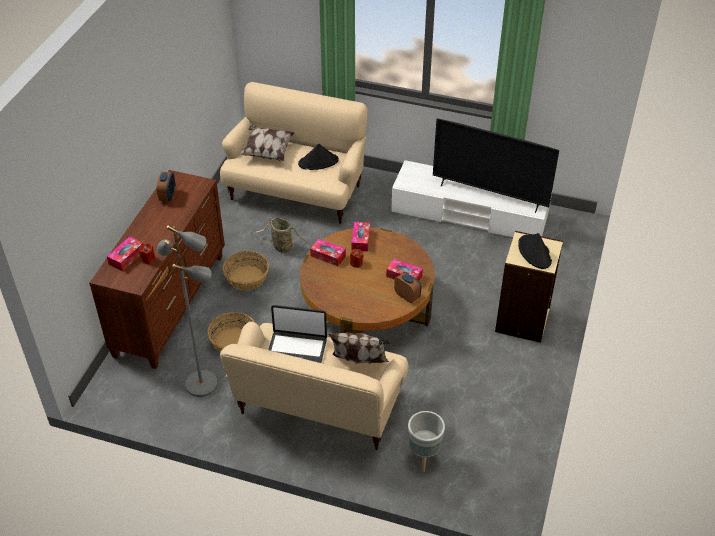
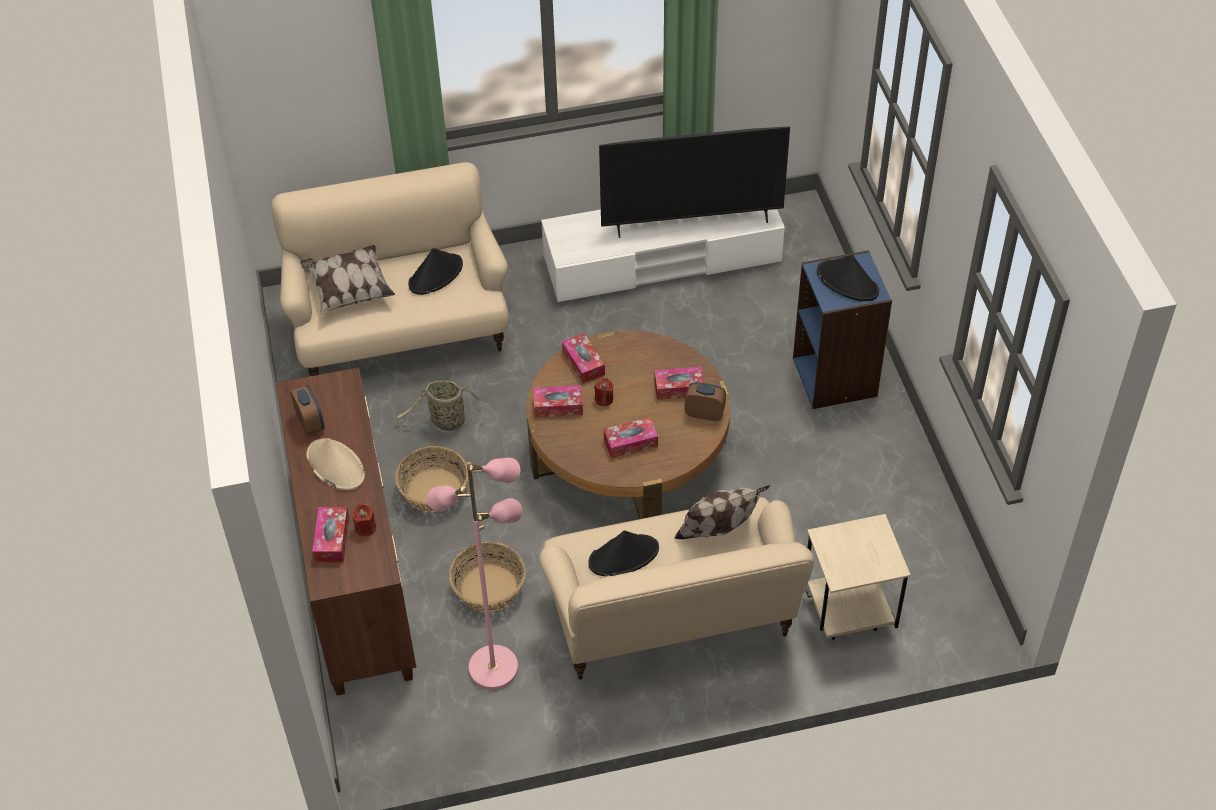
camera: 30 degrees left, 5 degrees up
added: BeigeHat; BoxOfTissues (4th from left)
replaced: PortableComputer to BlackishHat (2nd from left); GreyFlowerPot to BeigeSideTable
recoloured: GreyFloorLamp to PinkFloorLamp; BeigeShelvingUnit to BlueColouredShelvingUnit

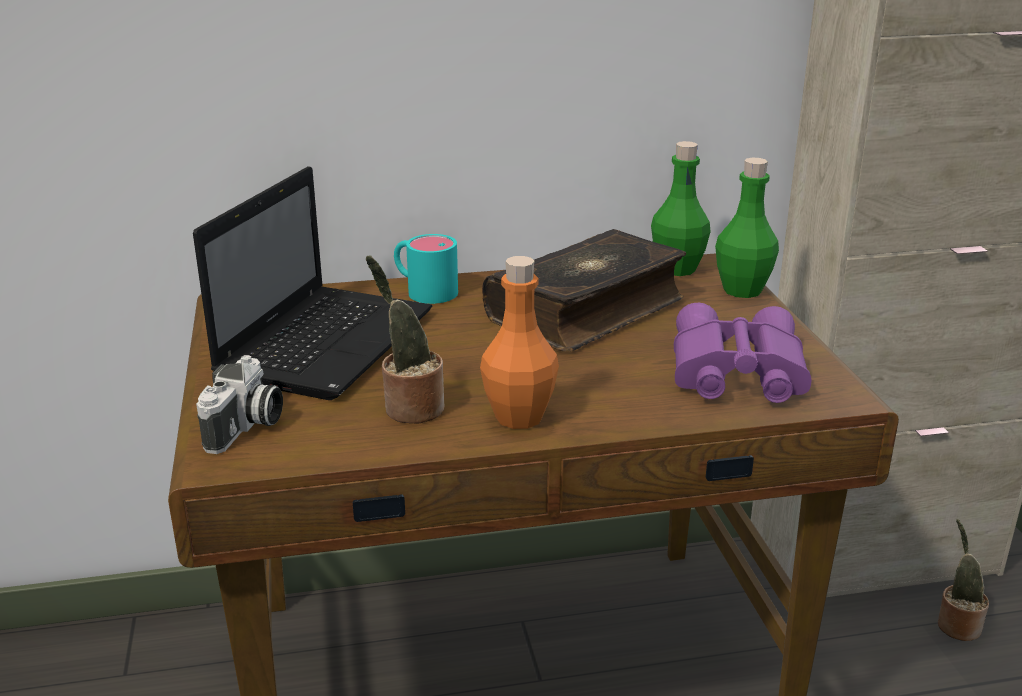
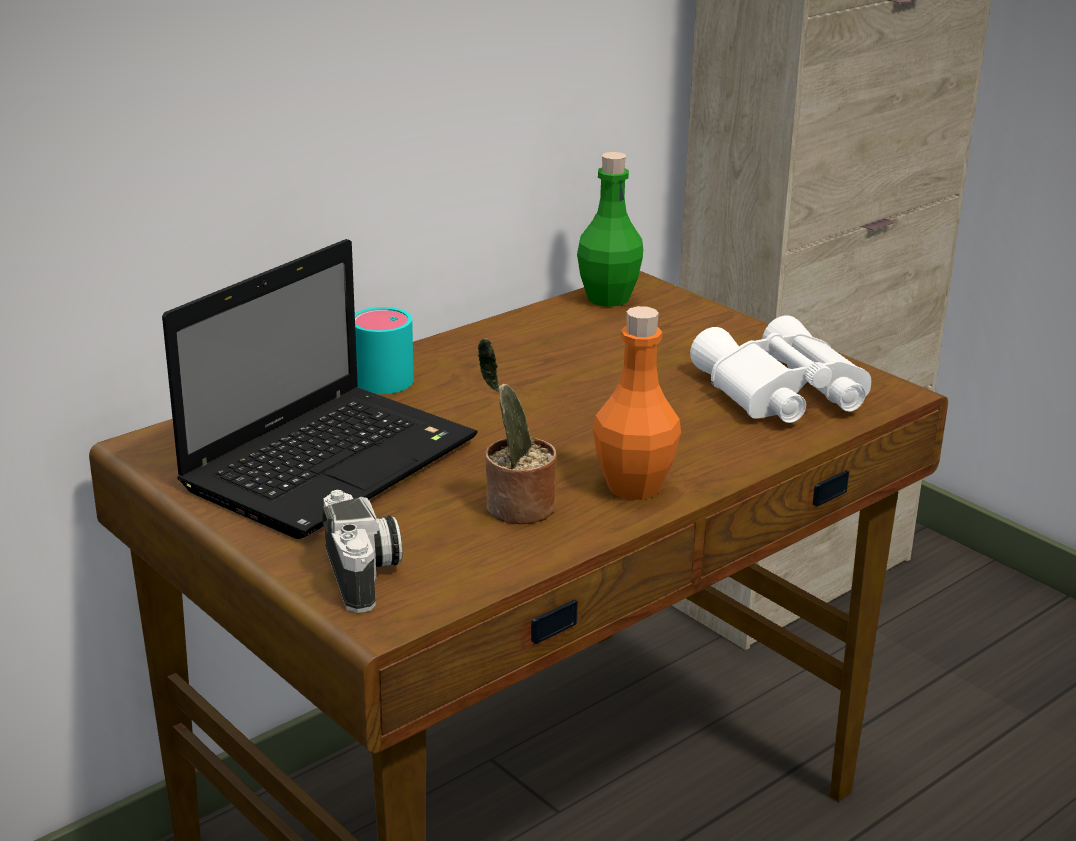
camera: 30 degrees left, 0 degrees up
removed: BoundBook; GreenishDrinkBottle (2nd from left); PlantInAPot (2nd from left)
recoloured: PurplishFieldGlasses to WhiteFieldGlasses
turned: PortableComputer 45 degrees clockwise

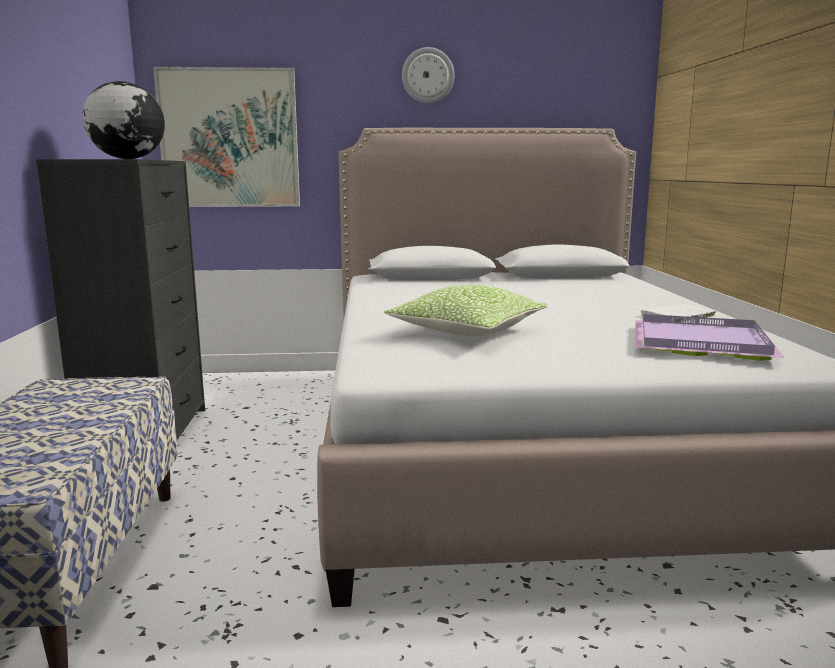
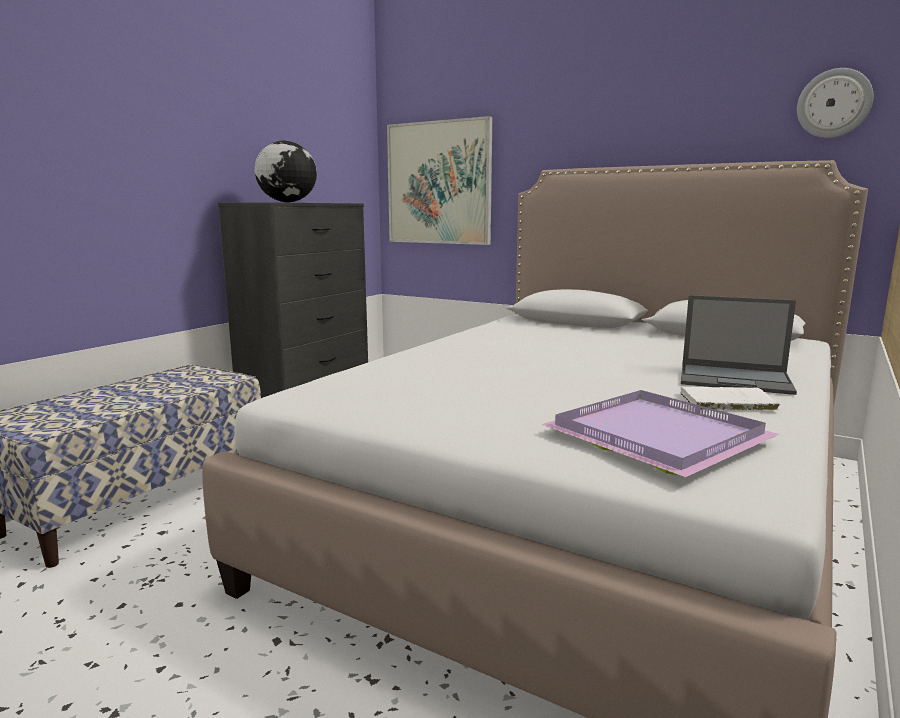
camera: 35 degrees right, 0 degrees up
removed: Cushion
added: PortableComputer
moved: WallClock

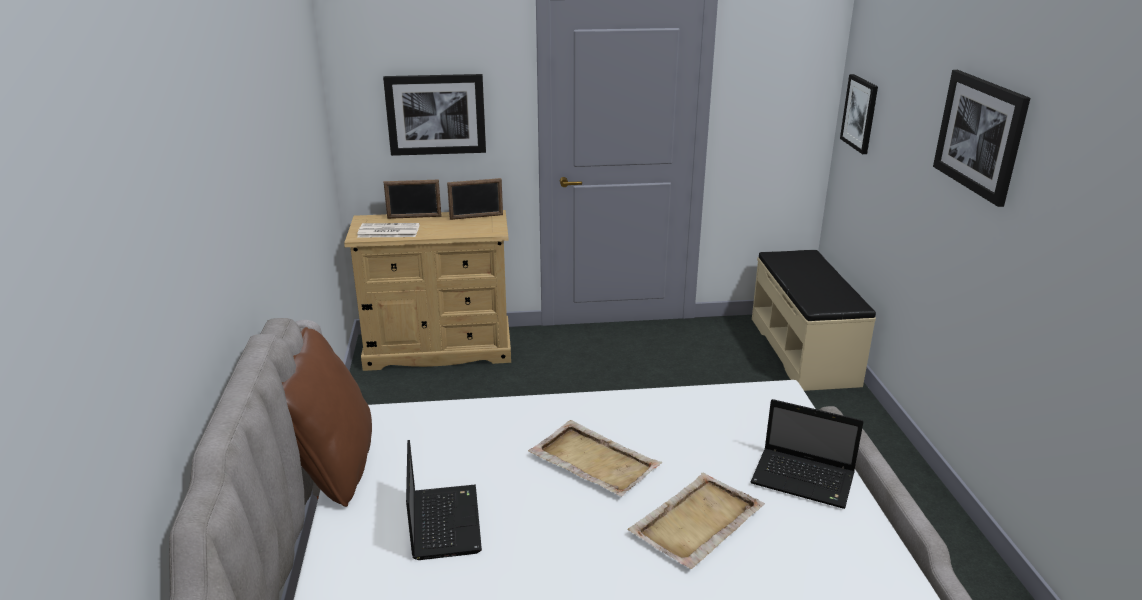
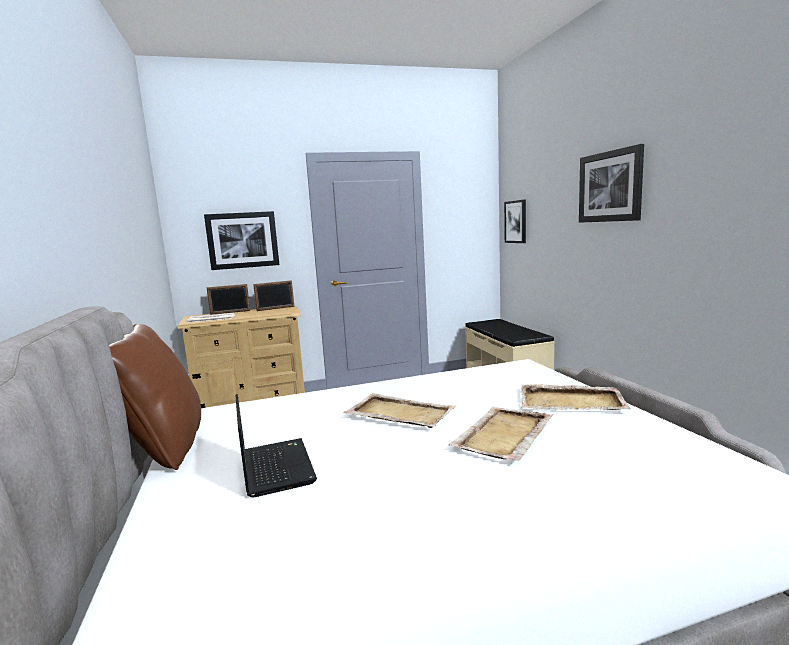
camera: 10 degrees left, 15 degrees down
replaced: PortableComputer (2nd from left) to BeigeServingTray (3rd from left)

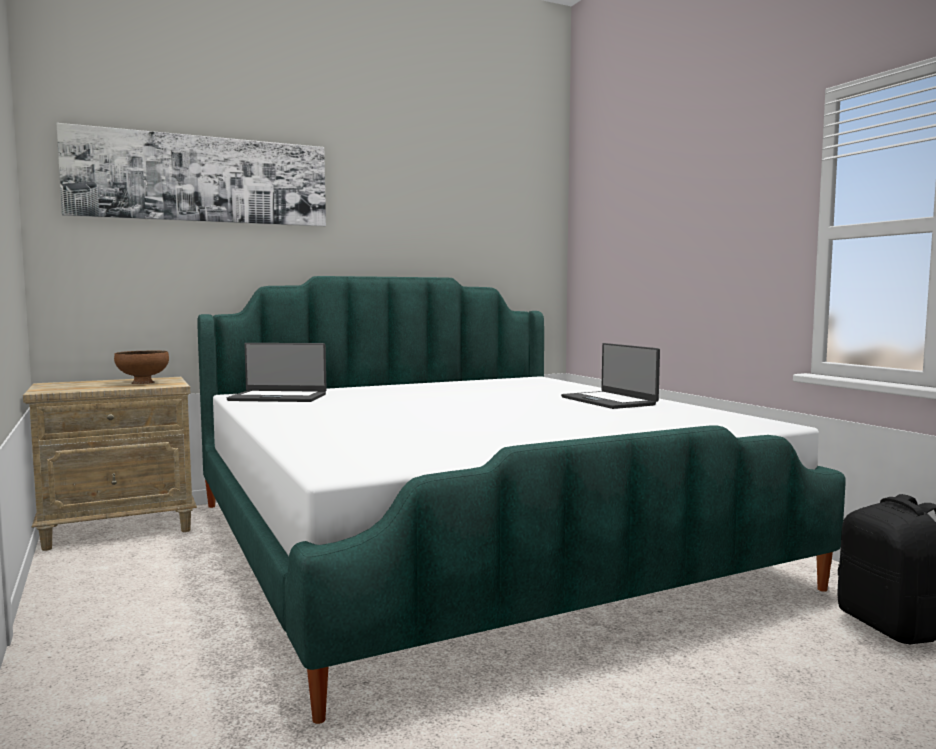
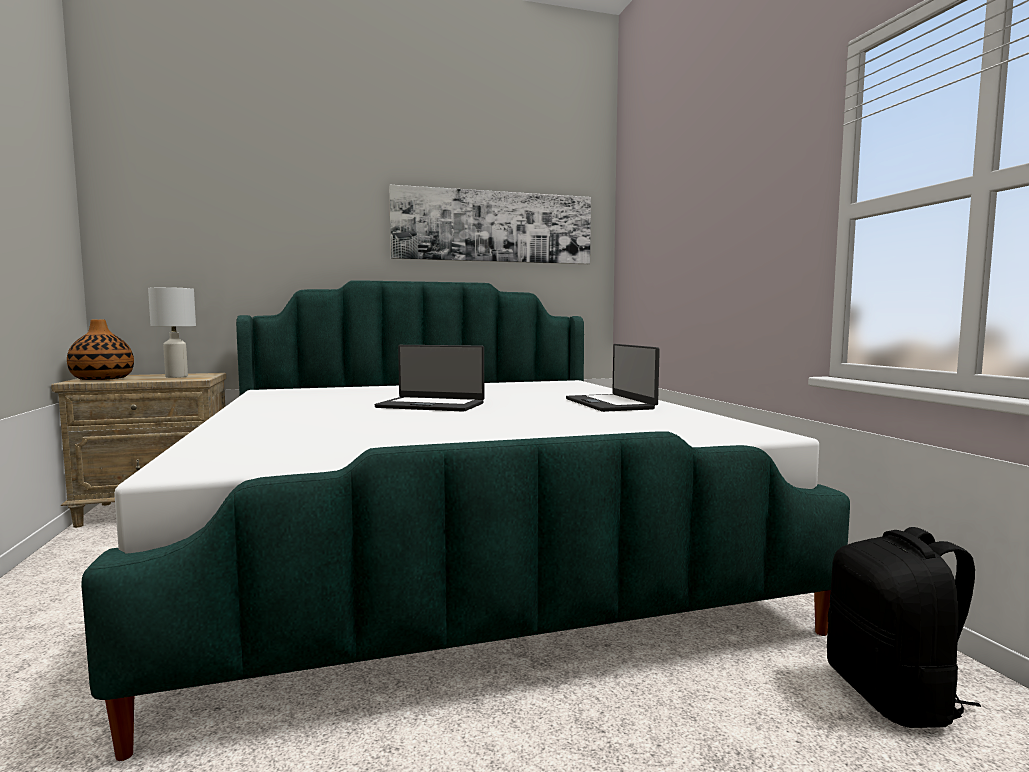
camera: 10 degrees right, 0 degrees up
added: Vase
moved: PortableComputer (1st from left); WallArt
replaced: BrownColouredServingBowl to WhiteTableLamp

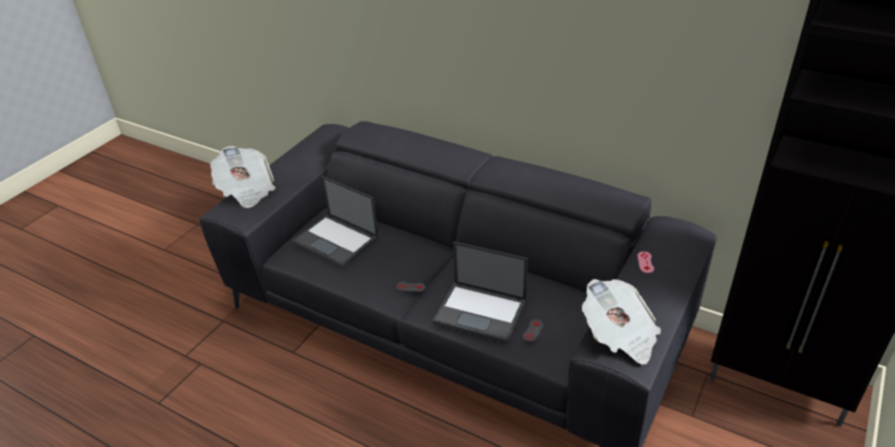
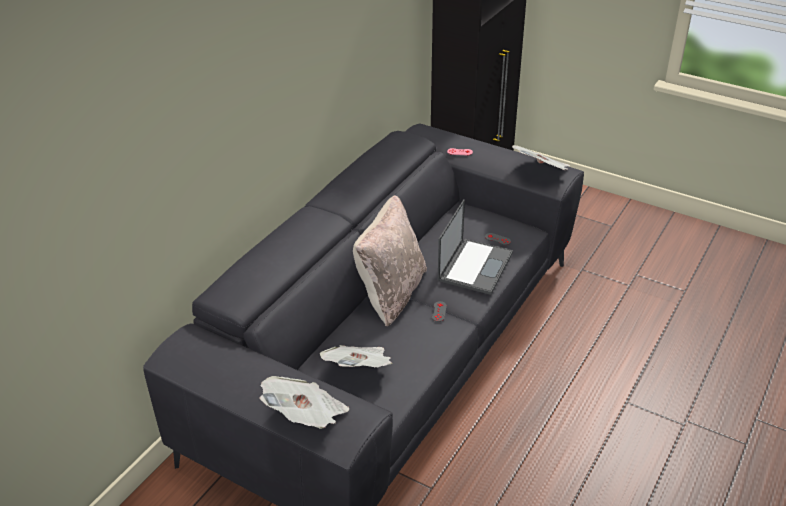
camera: 90 degrees left, 0 degrees up
added: BeigeCushion
replaced: PortableComputer (1st from left) to PrintedPaper (2nd from left)

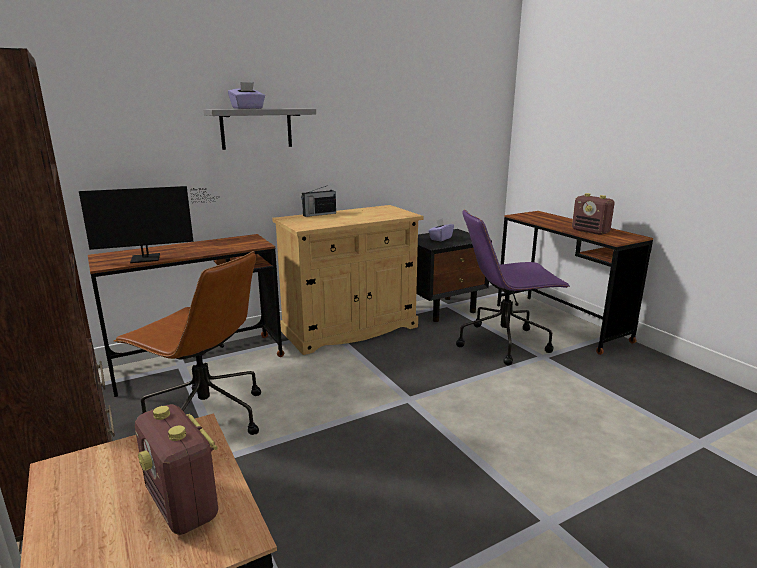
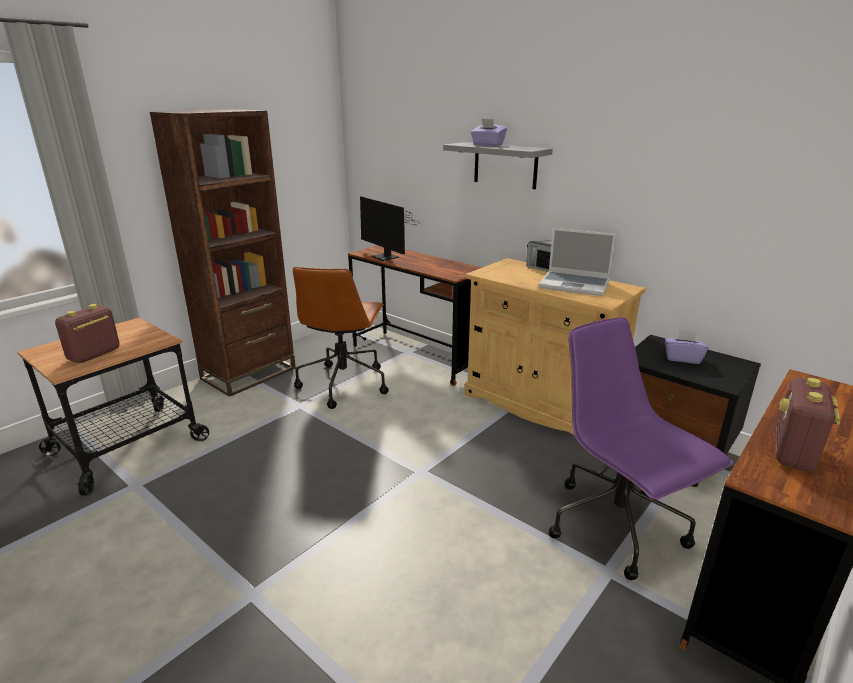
camera: 70 degrees right, 5 degrees up
added: PortableComputer

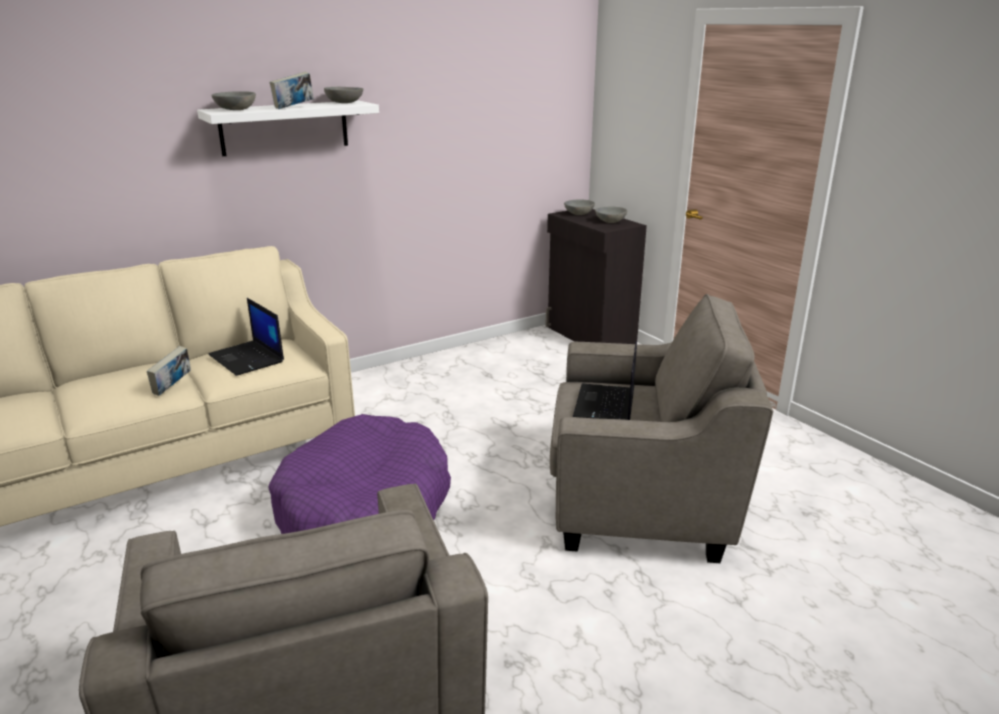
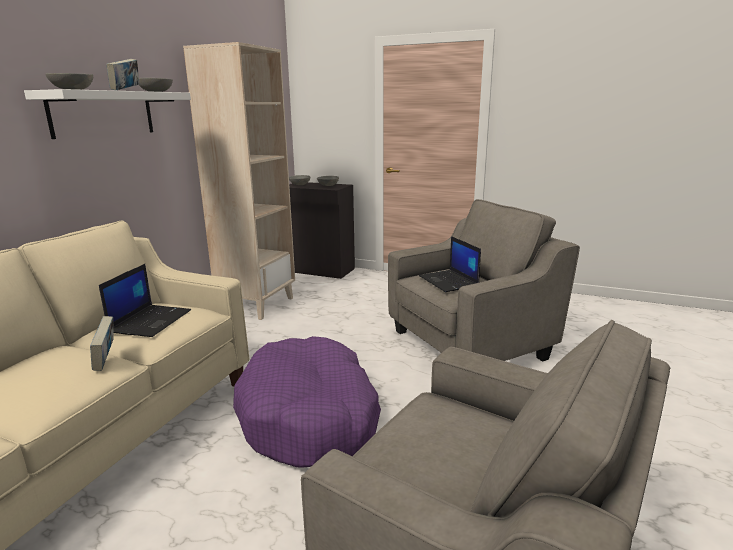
camera: 35 degrees left, 5 degrees down
added: BeigeShelvingUnit
turned: PortableComputer (1st from left) 90 degrees counterclockwise

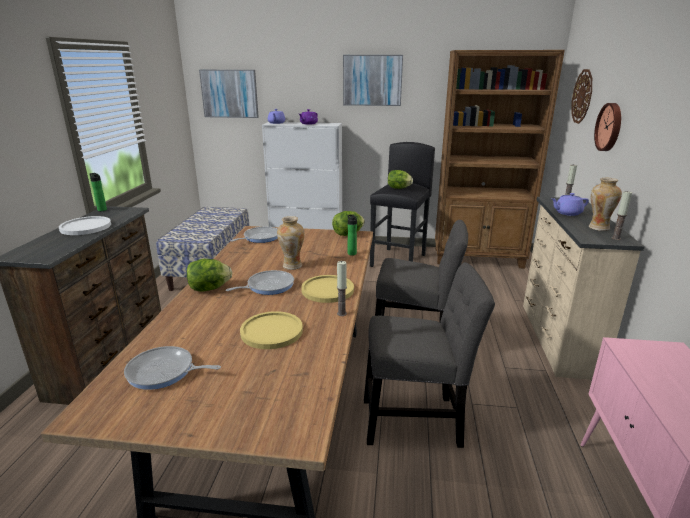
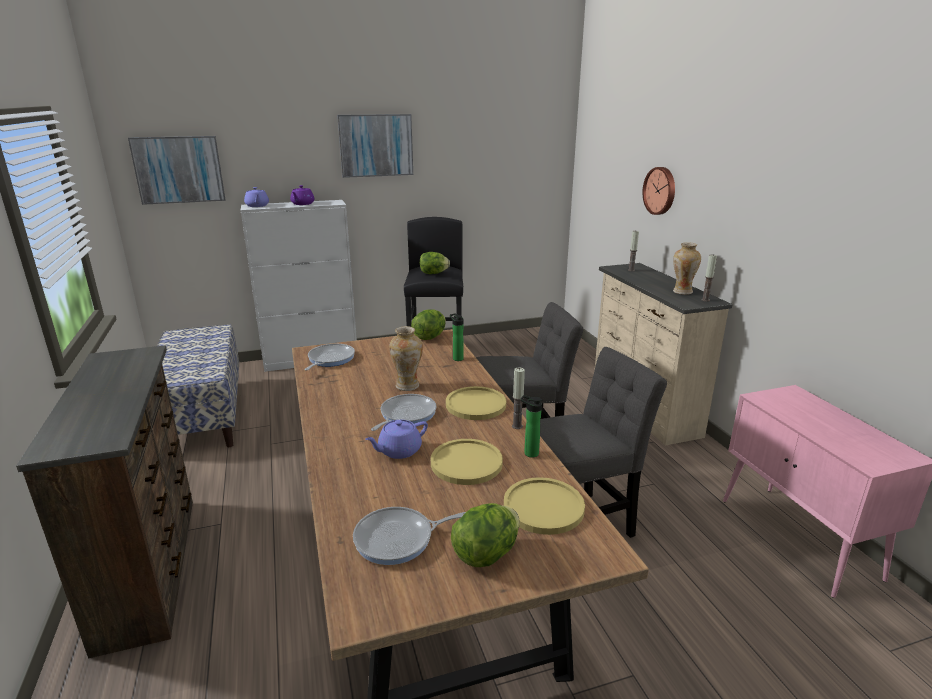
camera: 25 degrees left, 0 degrees up
removed: WhiteFlatDish; BrownColouredShelvingUnit; WallClock (1st from left)
added: YellowColouredFlatDish (3rd from left)
moved: PurplishPotForTea (3rd from left); Lettuce (1st from left in the first image) to Lettuce (3rd from left); DrinkBottle (1st from left in the first image) to DrinkBottle (2nd from left)

